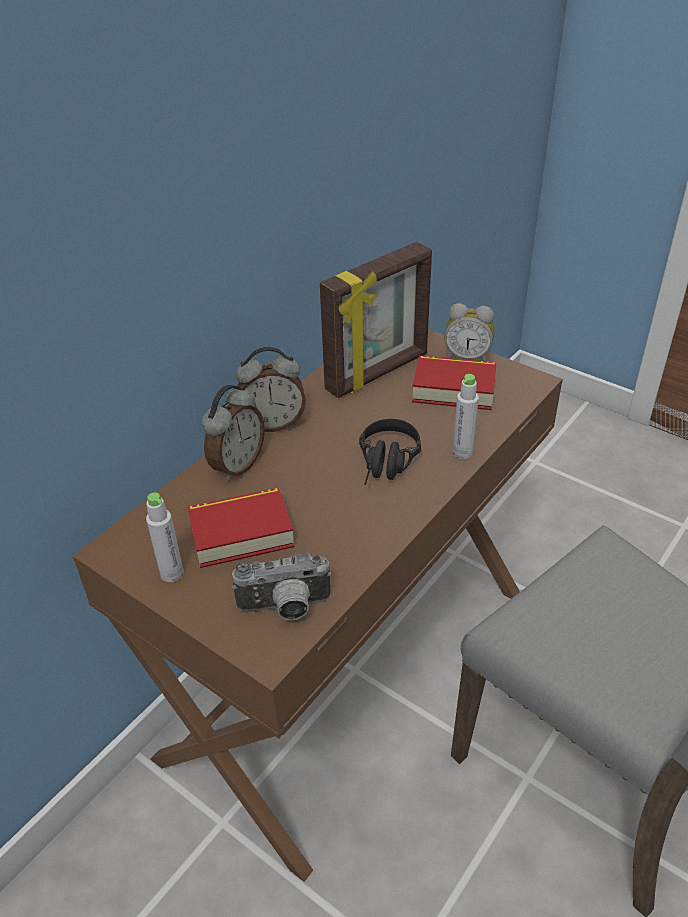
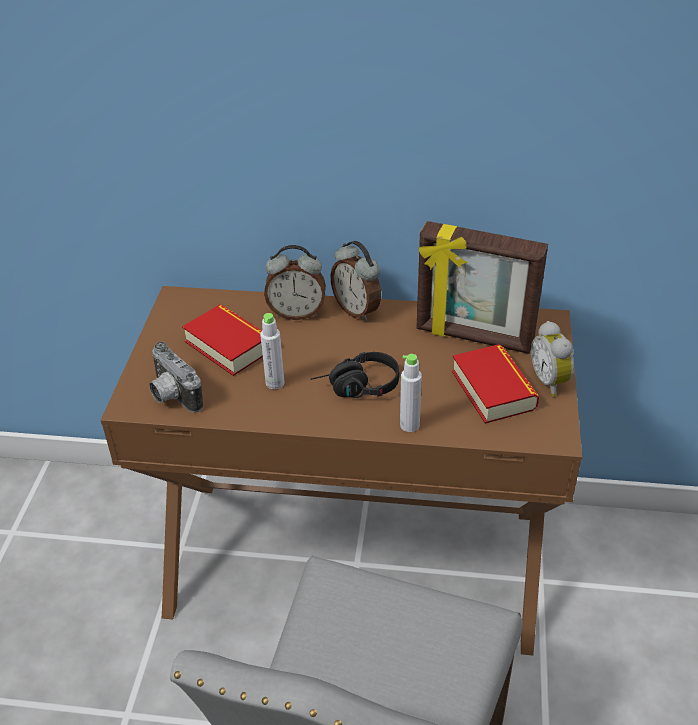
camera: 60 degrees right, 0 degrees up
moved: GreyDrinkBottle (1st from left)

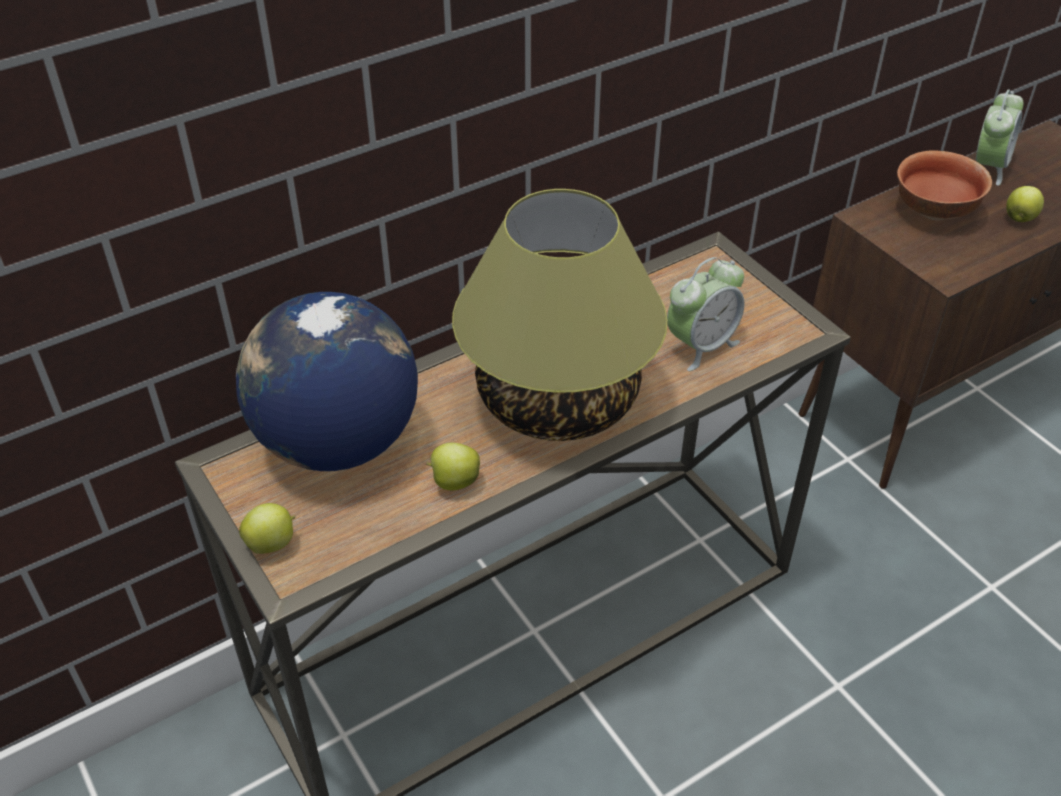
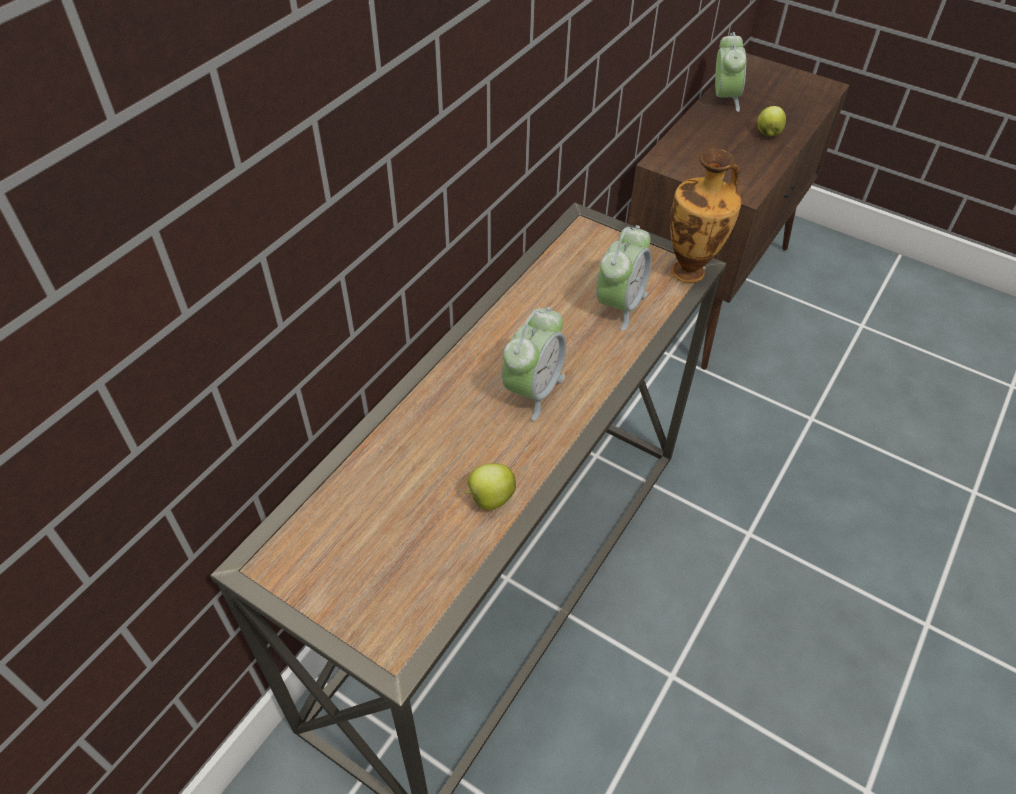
camera: 25 degrees left, 5 degrees up
removed: DeskGlobe; AppleFruit (1st from left); ServingBowl
added: Vase
replaced: TableLamp to TableClock (1st from left)

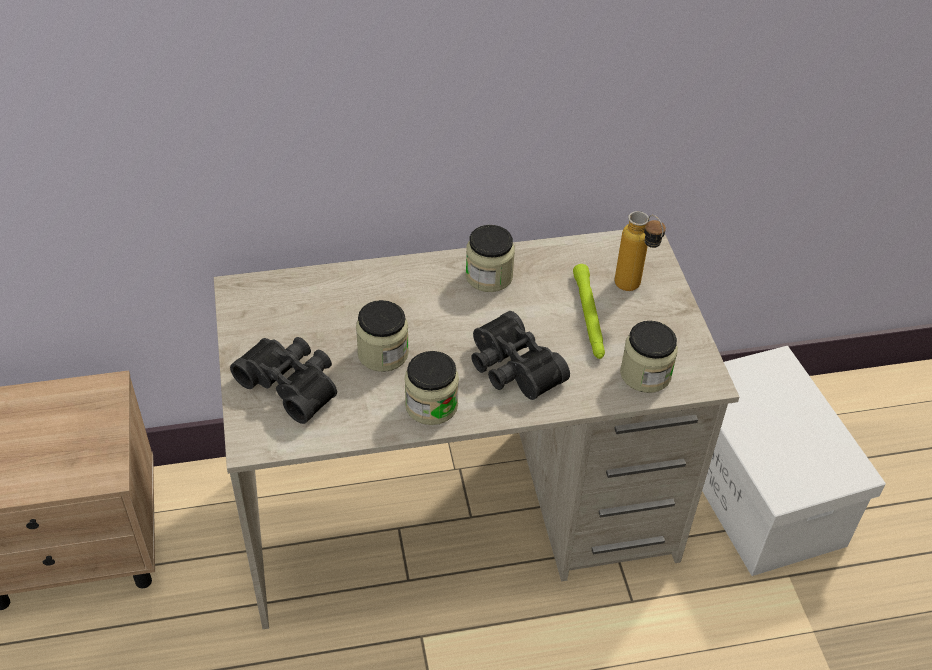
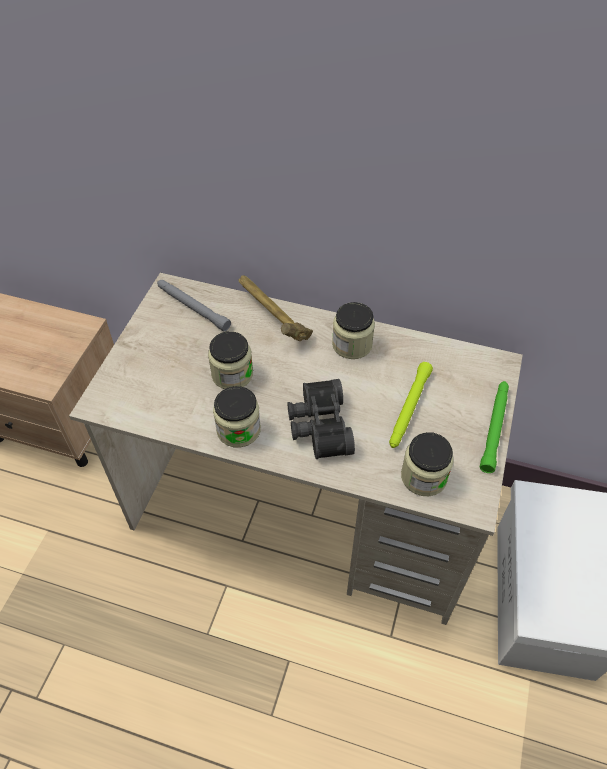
camera: 30 degrees right, 5 degrees up
removed: BlackishFieldGlasses (1st from left); DrinkBottle
added: GreyFlashlight; ToolHammer; GreenishFlashlight (2nd from left)

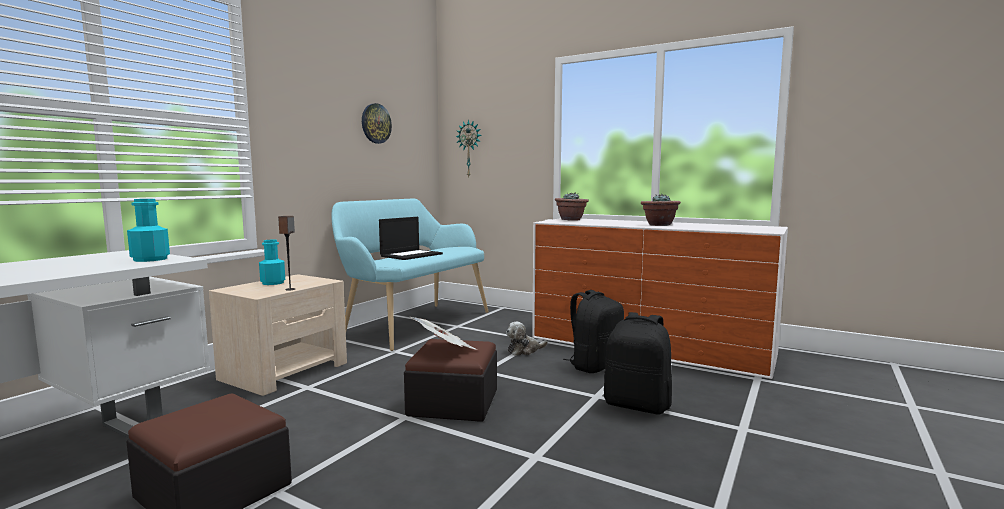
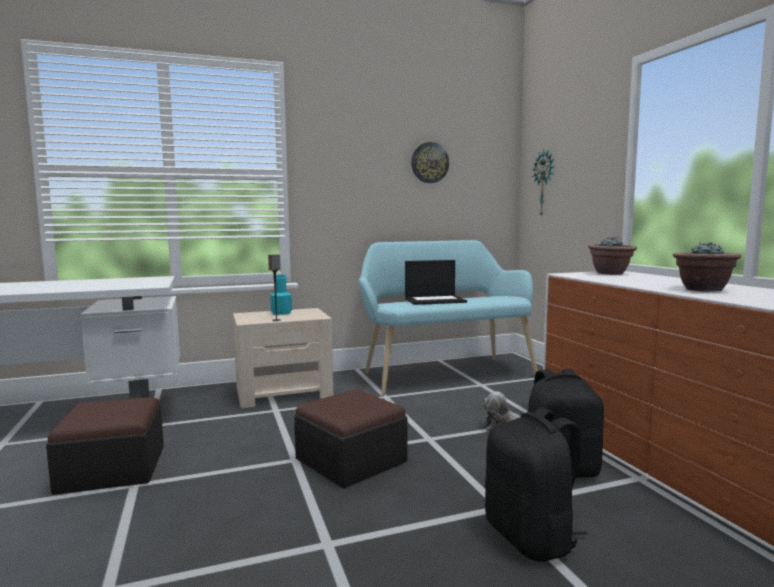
camera: 40 degrees right, 0 degrees up
removed: TurquoiseDrinkBottle (1st from left); PrintedPaper

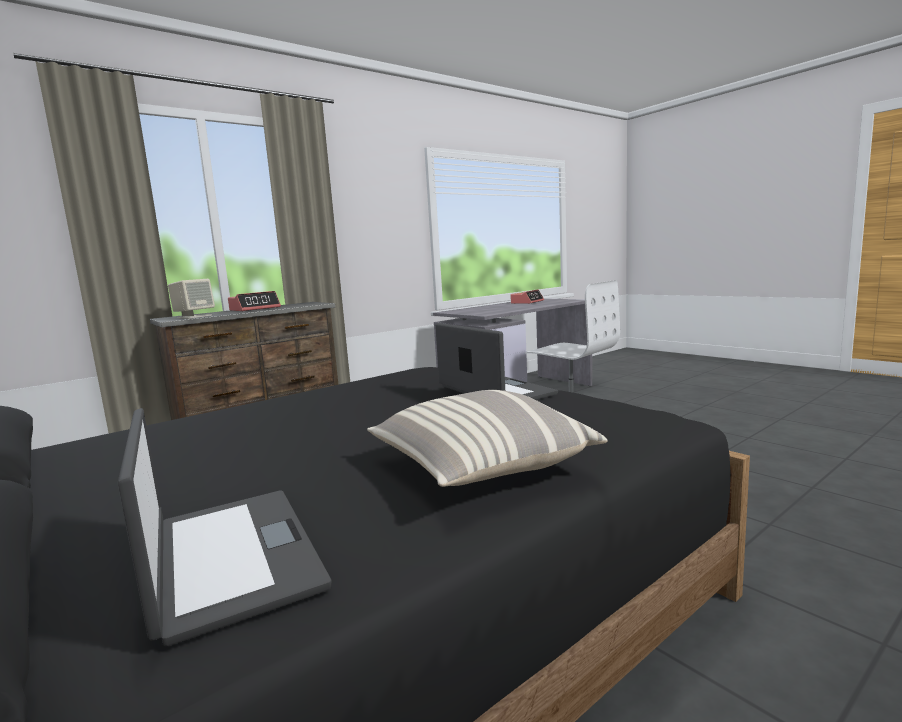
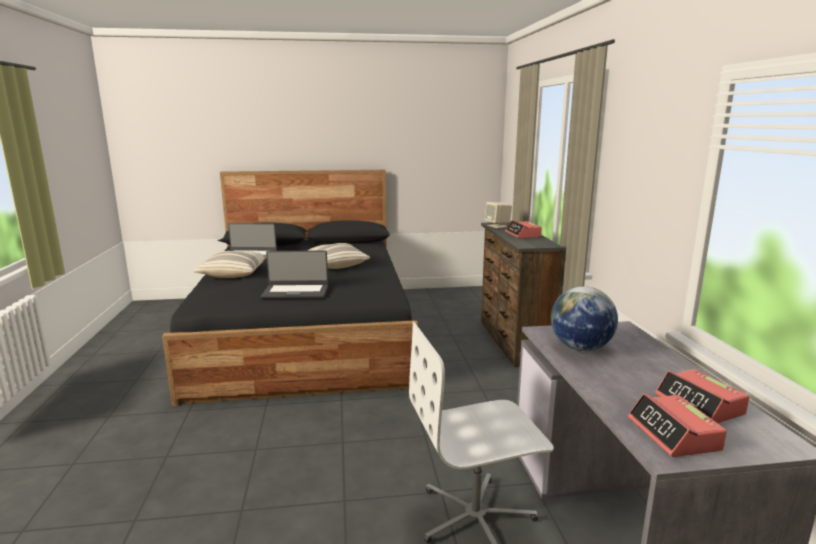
camera: 120 degrees right, 5 degrees up
added: Cushion (2nd from left); DeskGlobe; TableClock (2nd from left)

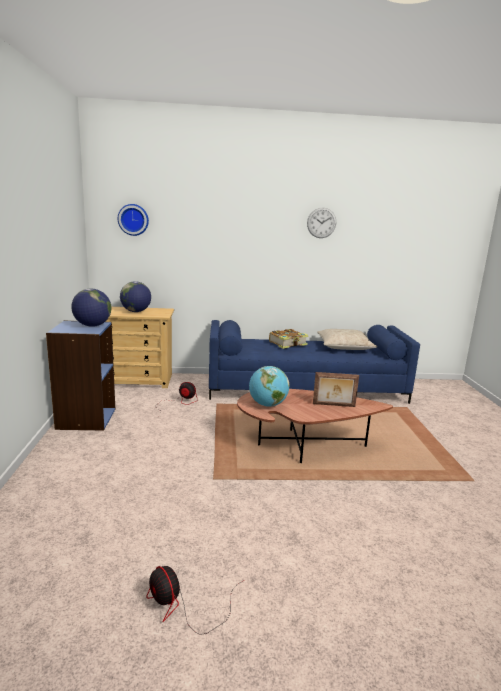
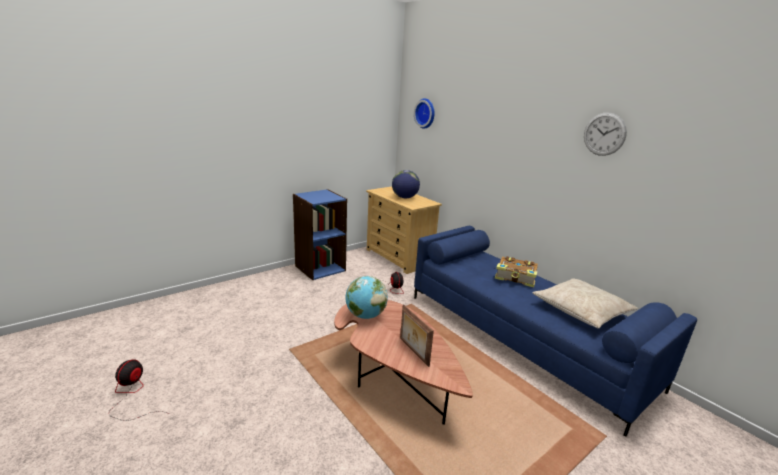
camera: 55 degrees right, 5 degrees up
removed: DeskGlobe (1st from left)

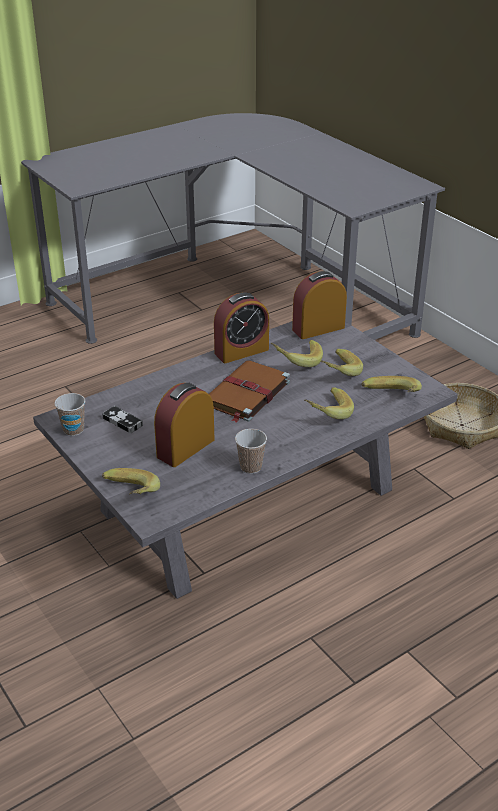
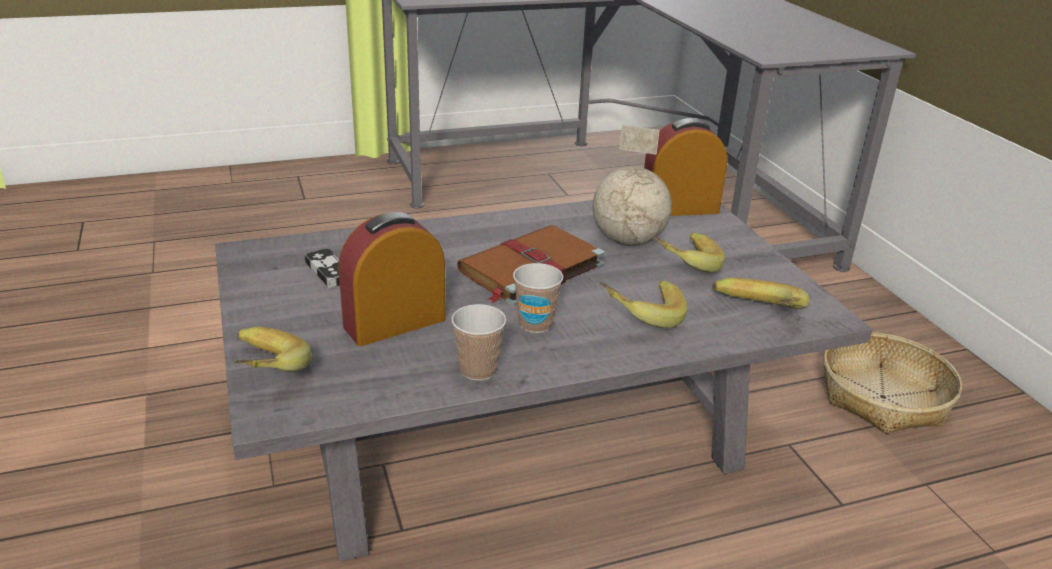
camera: 15 degrees right, 5 degrees down
removed: TableClock (2nd from left)
moved: Cup (1st from left in the first image) to Cup (2nd from left)
replaced: BananaFruit (2nd from left) to DeskGlobe

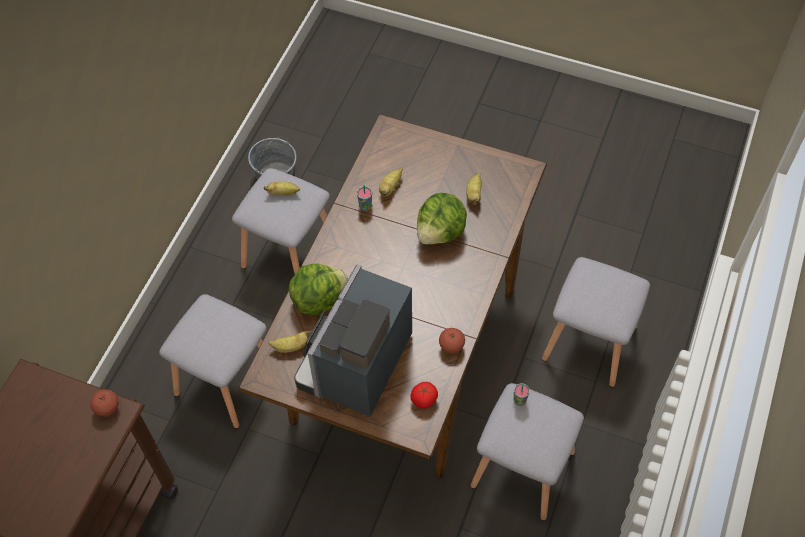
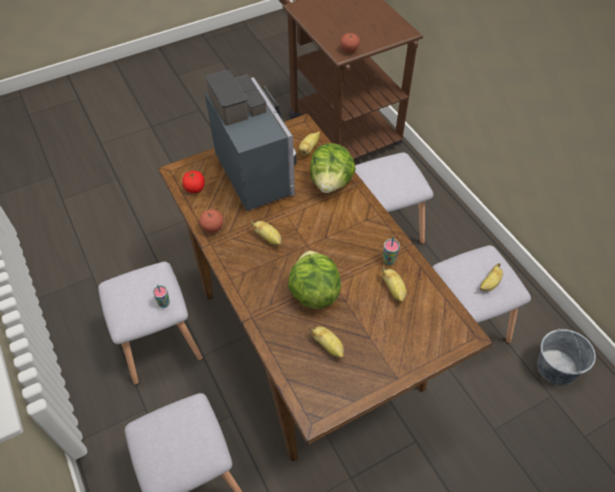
camera: 130 degrees right, 5 degrees down
added: BananaFruit (1st from left)

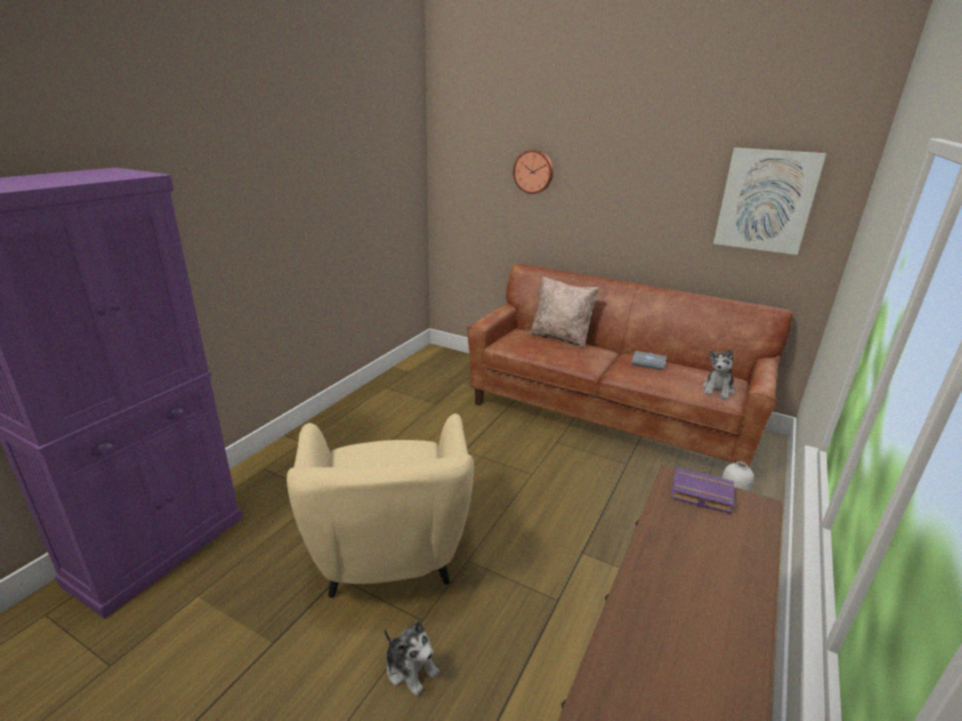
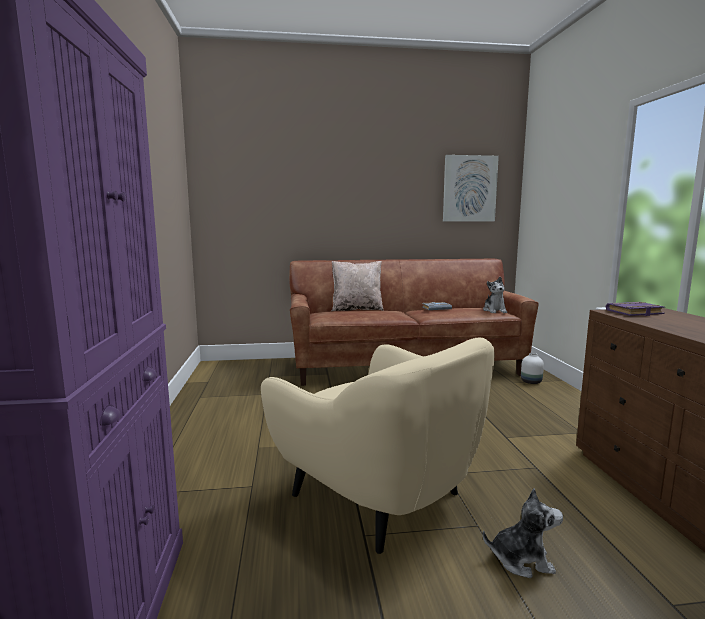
camera: 35 degrees left, 15 degrees down
removed: WallClock

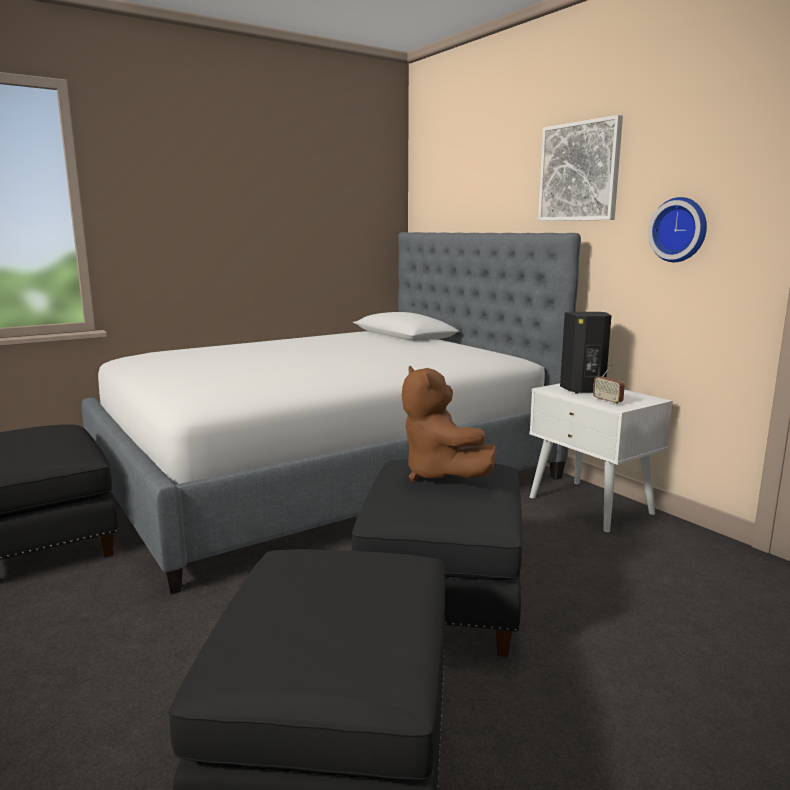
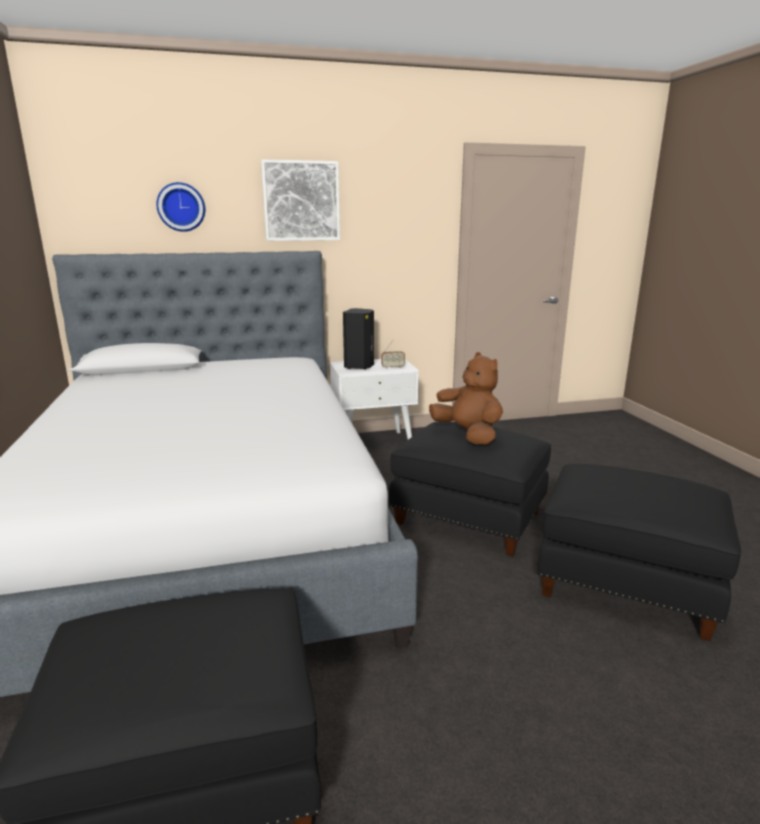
camera: 70 degrees left, 5 degrees up
moved: WallClock
turned: BrownColouredSoftToy 120 degrees counterclockwise

